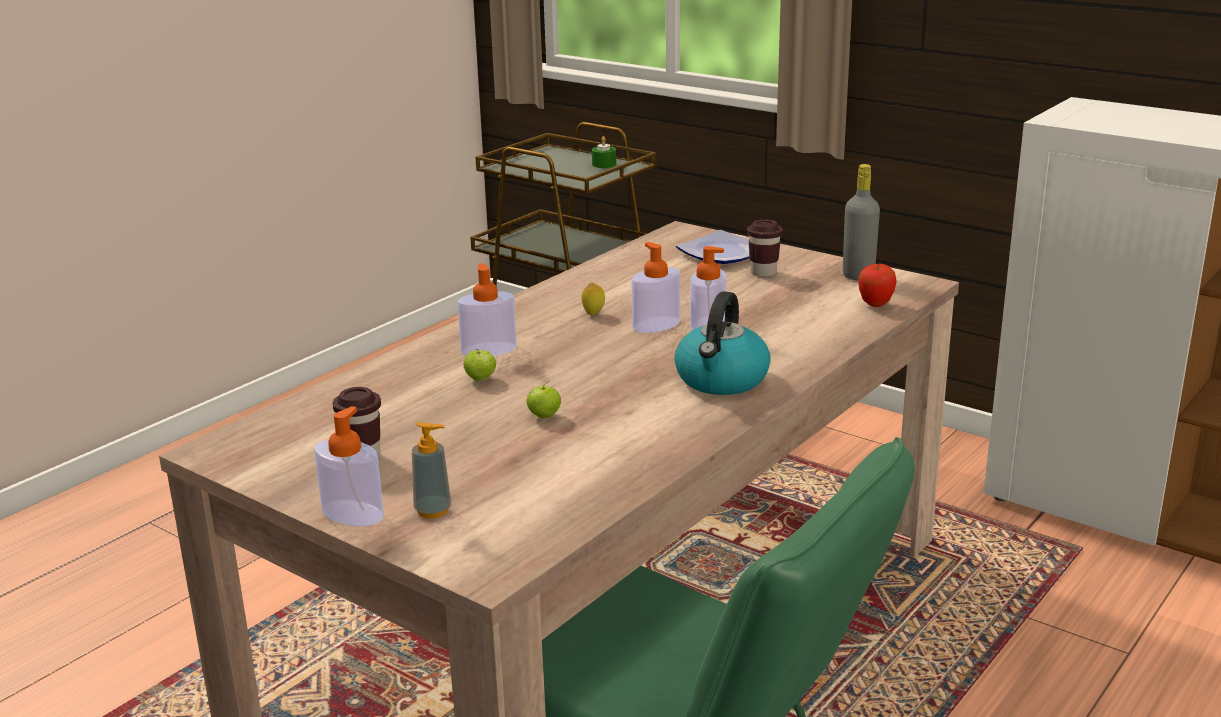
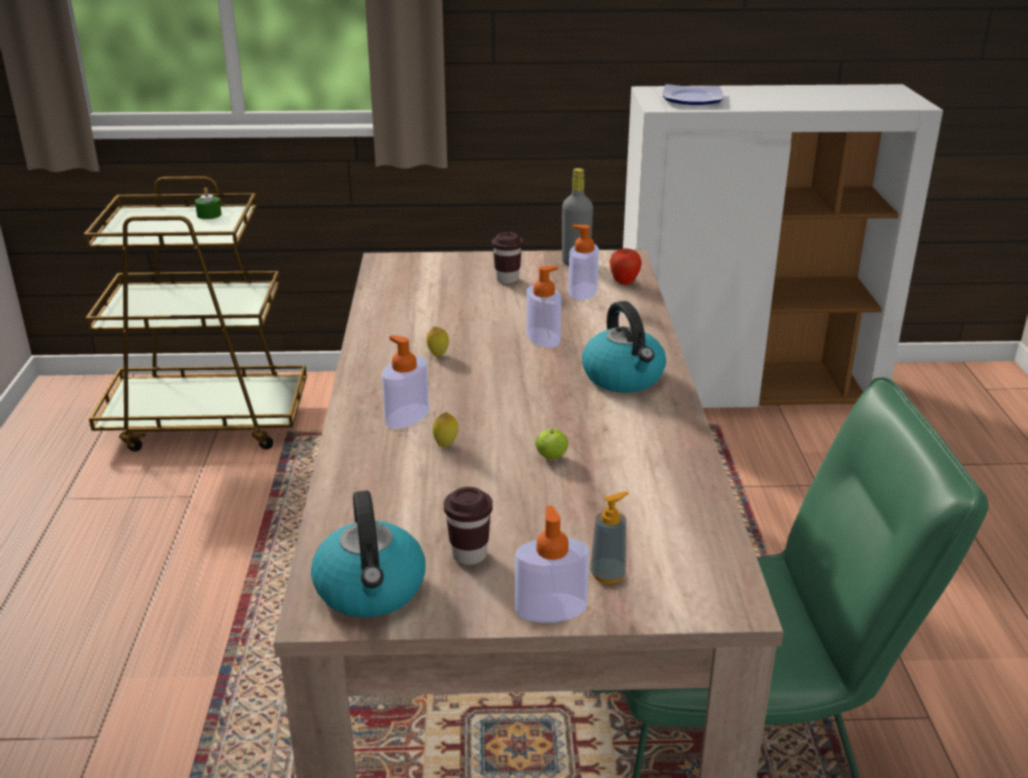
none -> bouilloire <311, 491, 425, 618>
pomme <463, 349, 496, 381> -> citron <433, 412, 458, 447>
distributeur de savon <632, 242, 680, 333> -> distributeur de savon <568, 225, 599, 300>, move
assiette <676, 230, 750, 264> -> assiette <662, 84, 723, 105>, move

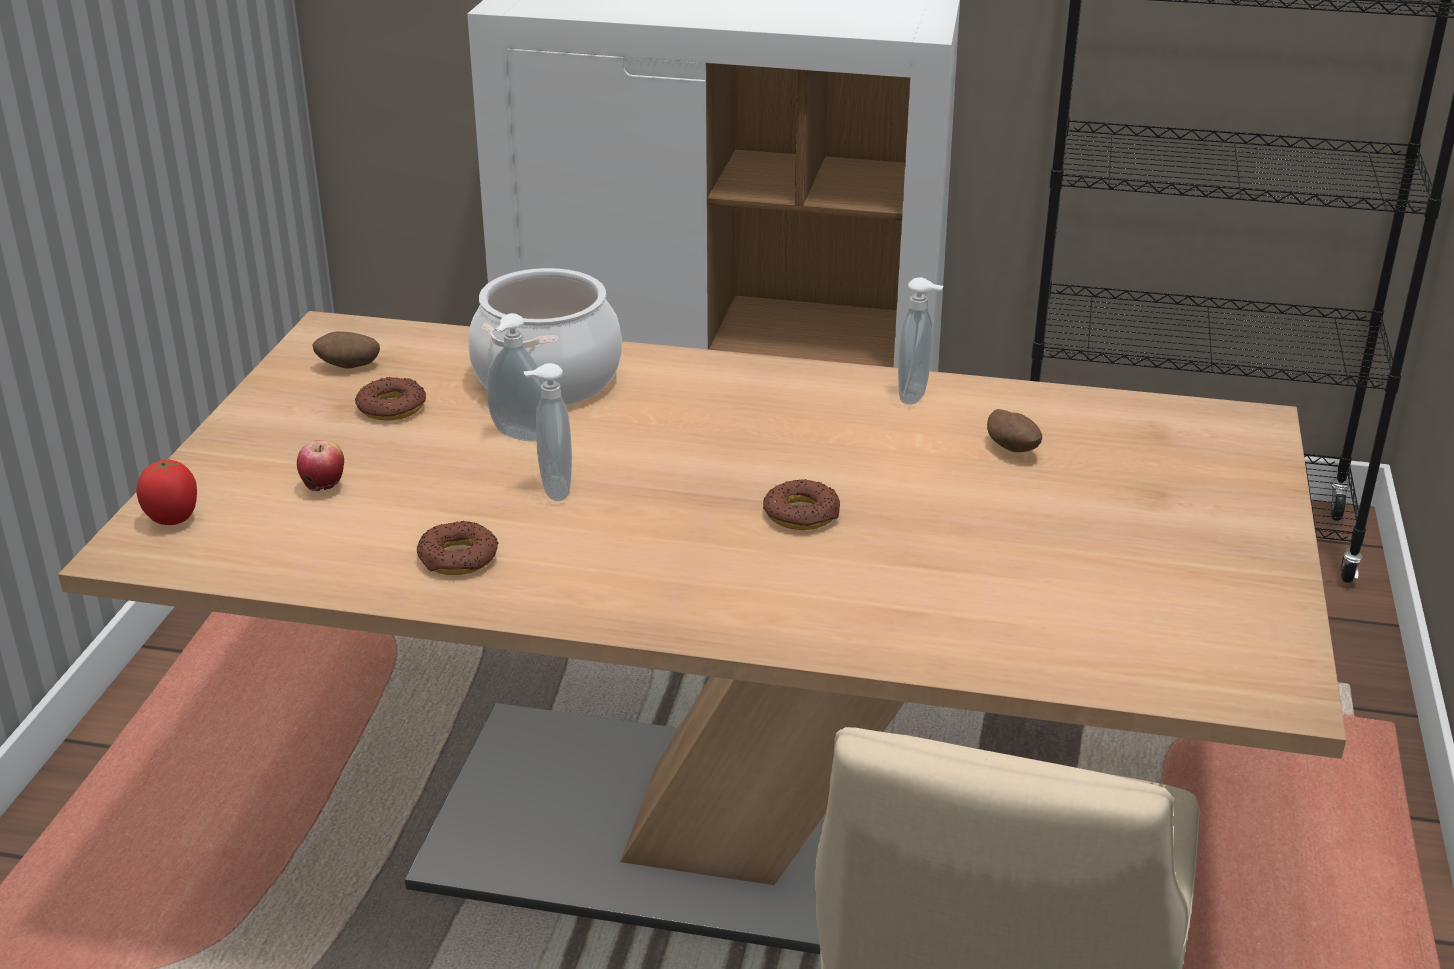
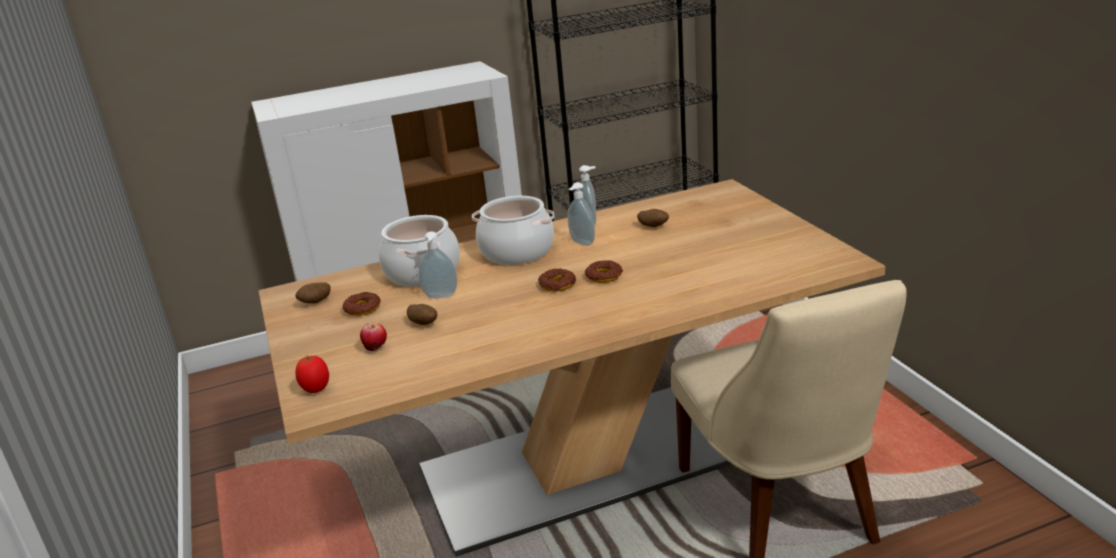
none -> pomme de terre <407, 304, 438, 325>
none -> marmite <472, 196, 555, 265>
beignet <417, 521, 499, 575> -> beignet <538, 269, 576, 291>, move
distributeur de savon <524, 363, 572, 501> -> distributeur de savon <568, 182, 595, 246>, move

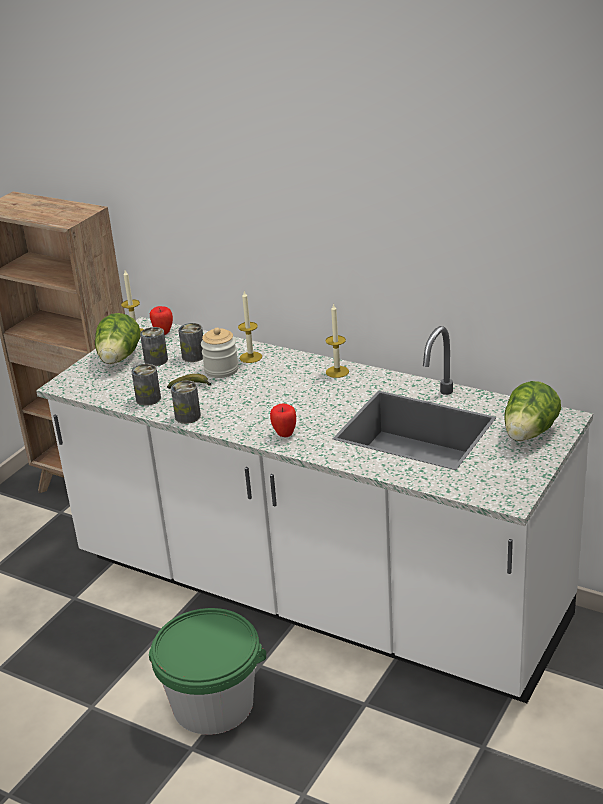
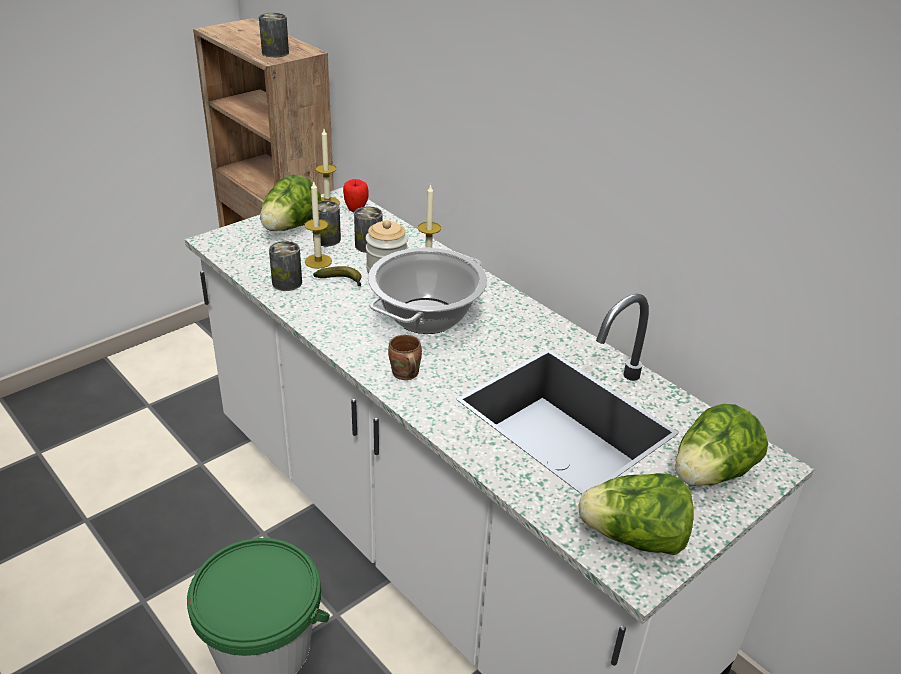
boîte métallique <171, 381, 201, 424> -> boîte métallique <259, 13, 289, 57>, move
bougie <326, 303, 349, 378> -> bougie <304, 182, 332, 269>, move
none -> marmite <368, 248, 487, 334>
pomme <270, 404, 296, 437> -> mug [marron] <388, 335, 422, 380>
none -> laitue <578, 473, 694, 555>

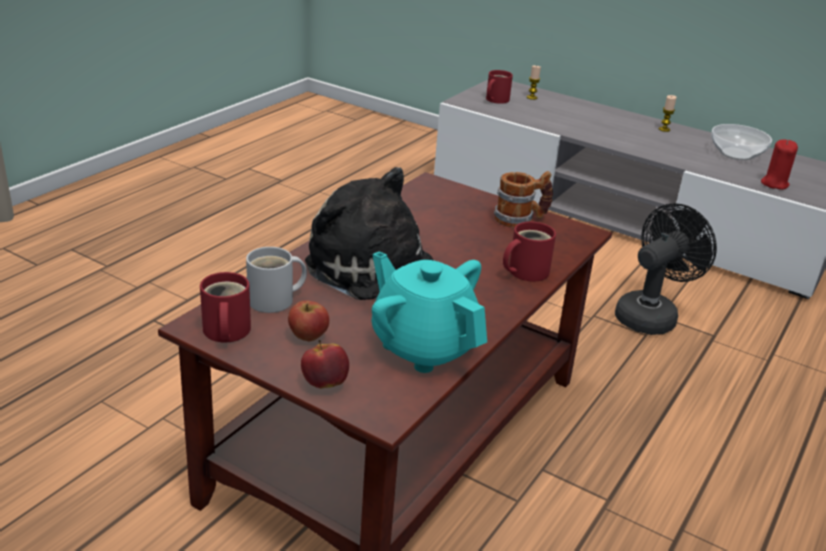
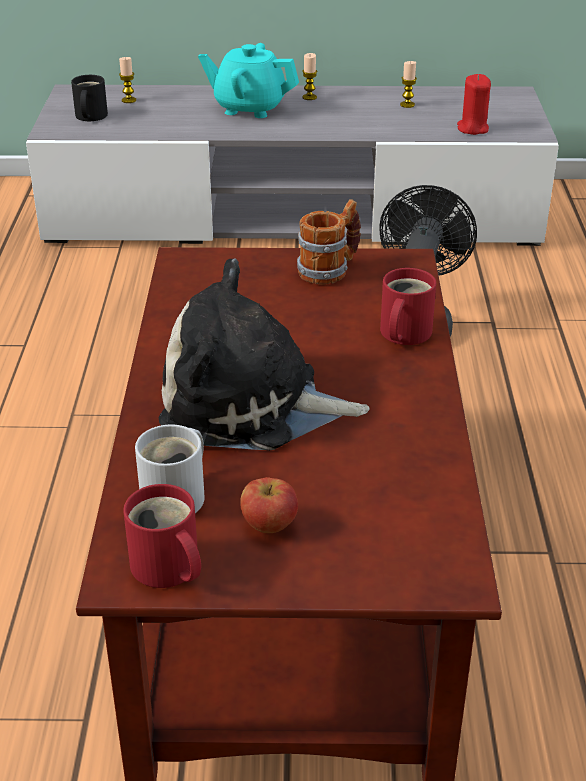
mug [rouge] <486, 70, 513, 104> -> mug [noir] <71, 75, 108, 121>
théière [turquoise] <372, 251, 487, 373> -> théière [turquoise] <198, 43, 299, 118>, move
bol <711, 124, 772, 160> -> bougie <400, 61, 417, 108>
pomme <301, 340, 349, 388> -> none

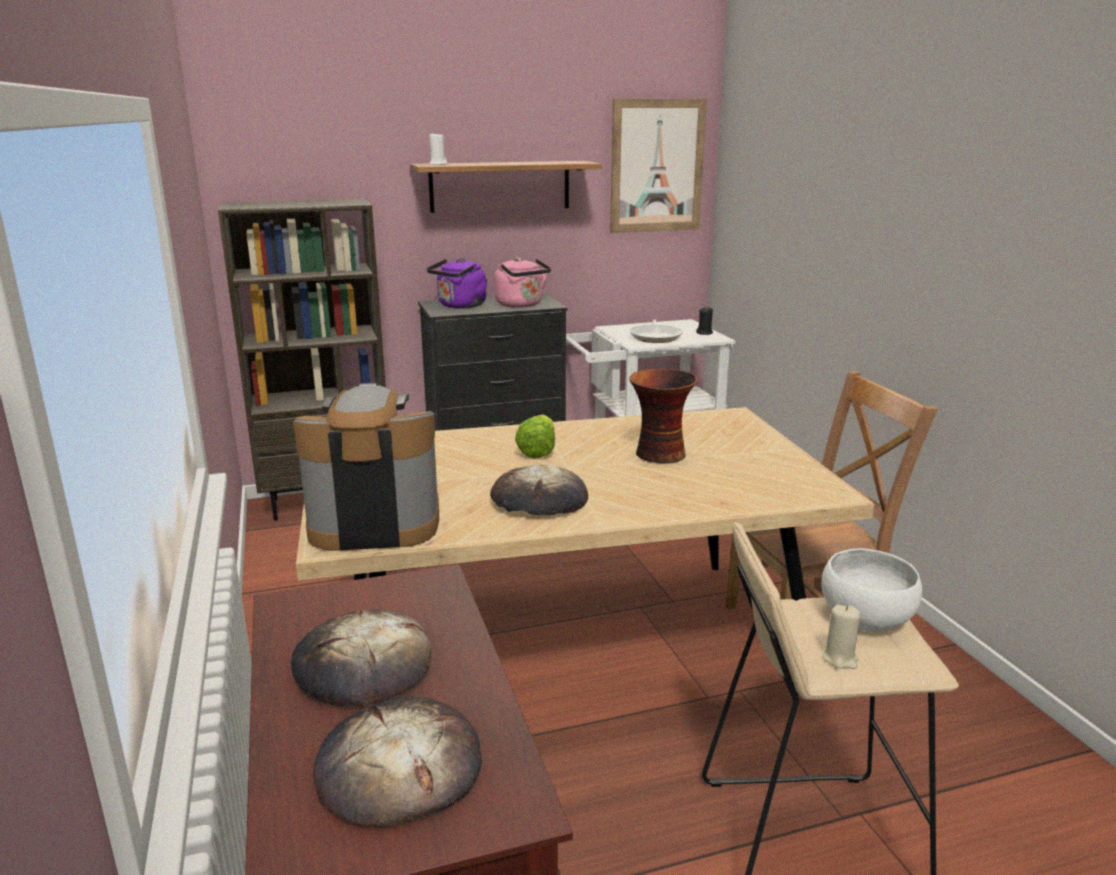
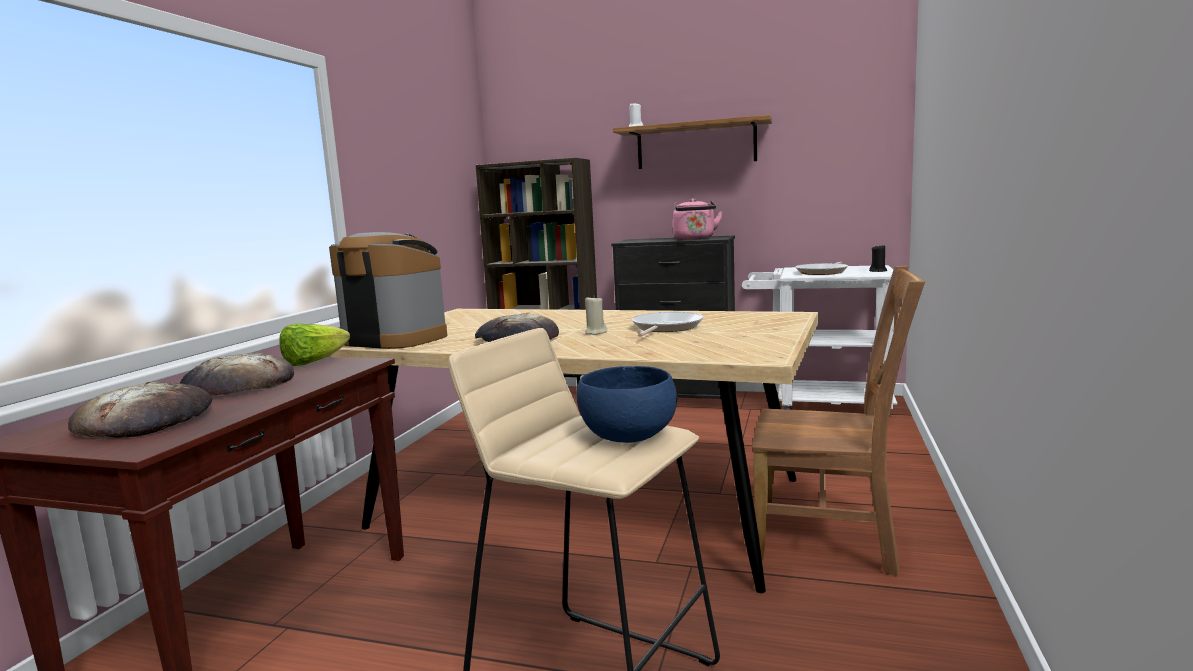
laitue <515, 415, 555, 458> -> laitue <279, 323, 350, 366>, move
bol [blanc] <821, 548, 922, 631> -> bol [bleu] <576, 366, 677, 443>
bougie [beige] <822, 605, 861, 669> -> bougie [beige] <585, 296, 607, 335>, move
vase <629, 368, 698, 464> -> poêle <632, 312, 703, 337>
bouilloire [violet] <427, 258, 488, 309> -> none
tableau <610, 99, 707, 233> -> none

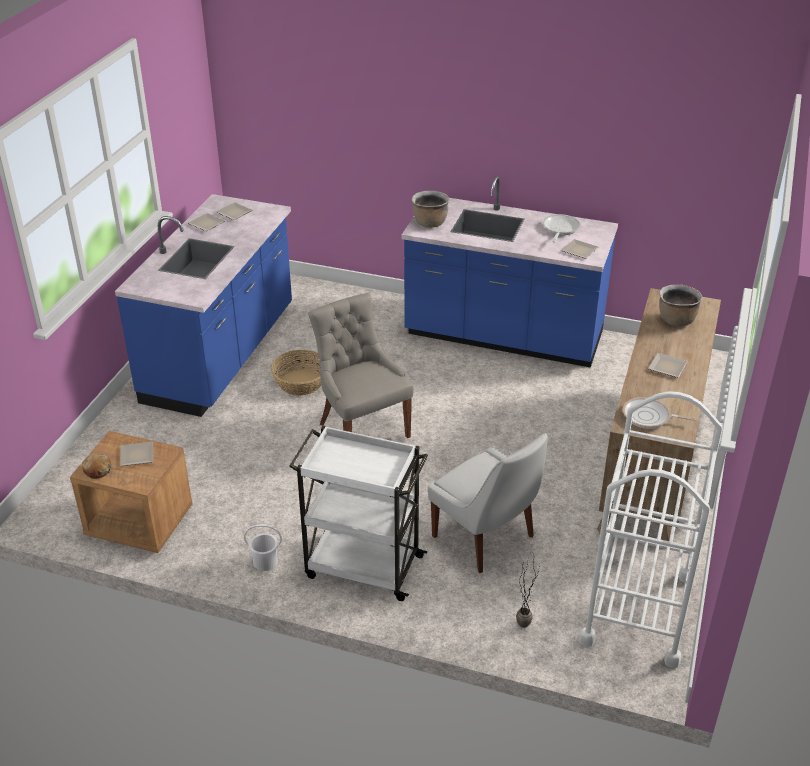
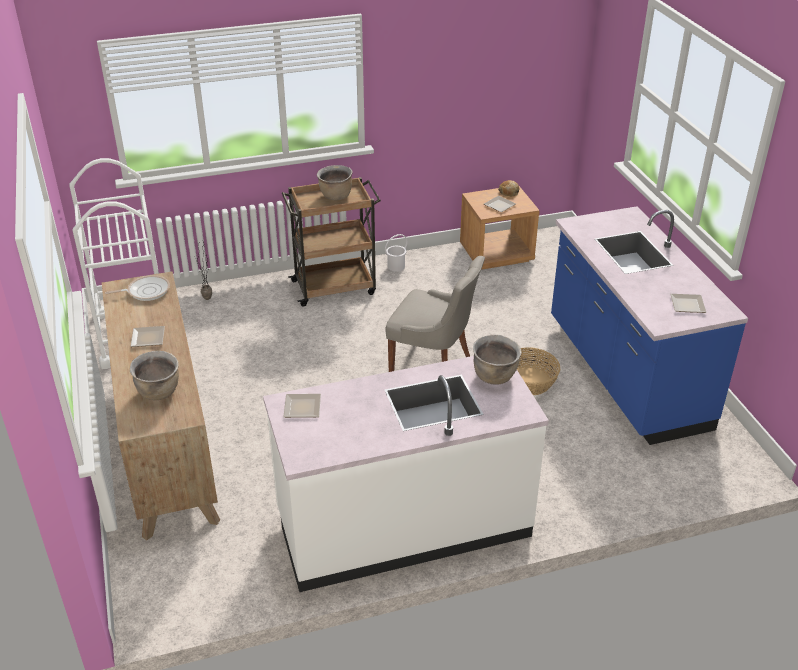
comptoir de cuisine [bleu] <402, 176, 618, 368> -> comptoir de cuisine [blanc] <263, 356, 549, 592>
chariot [blanc] <289, 425, 428, 601> -> chariot [marron] <282, 177, 381, 307>
none -> marmite [marron] <317, 165, 353, 200>
assiette <188, 213, 225, 231> -> none
chaise [blanc] <428, 433, 548, 573> -> none
poêle <543, 214, 581, 243> -> none

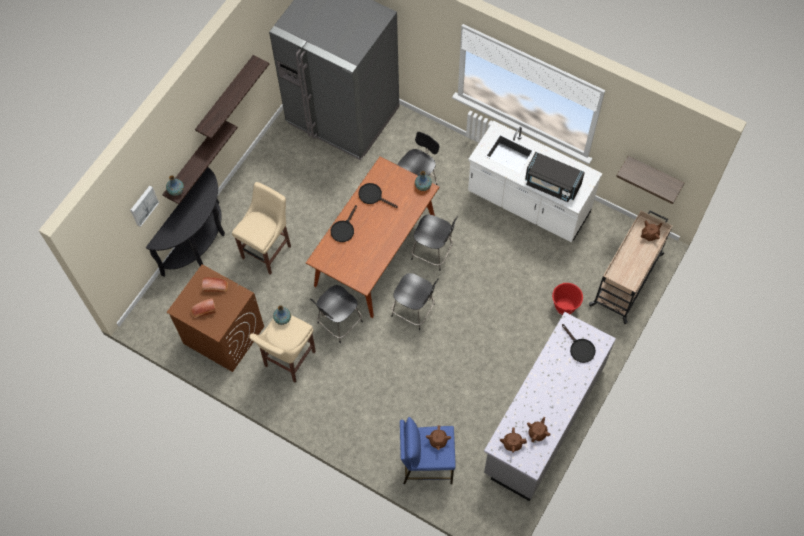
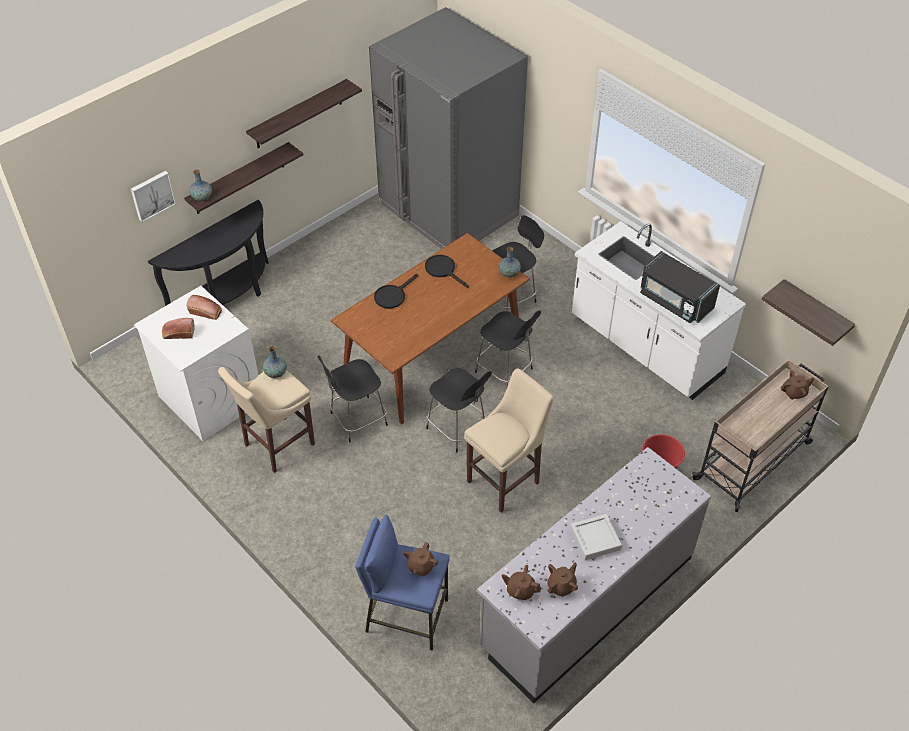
lave-linge [marron] <167, 264, 264, 372> -> lave-linge [blanc] <134, 286, 258, 441>
tabouret [beige] <232, 182, 291, 275> -> tabouret [beige] <464, 368, 554, 512>, move
none -> plateau [gris] <571, 514, 622, 560>
poêle [noir] <562, 324, 596, 363> -> none

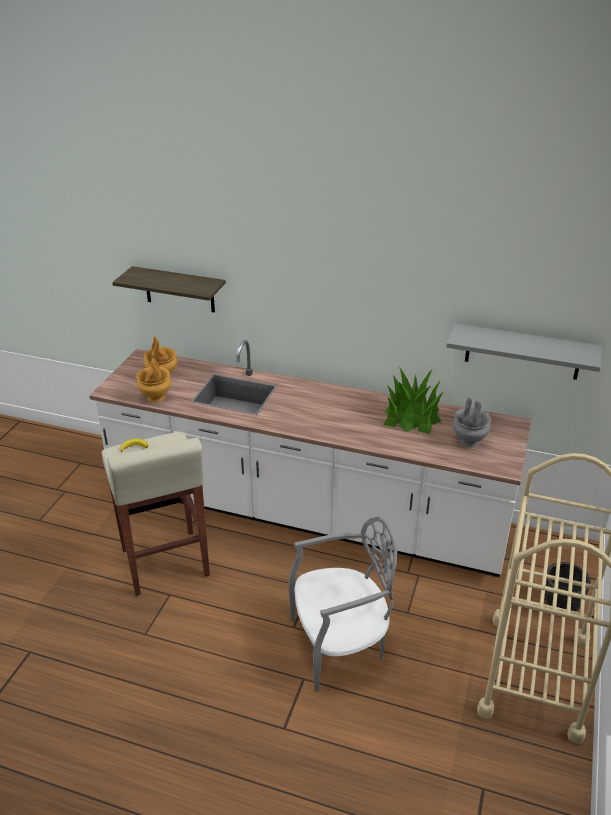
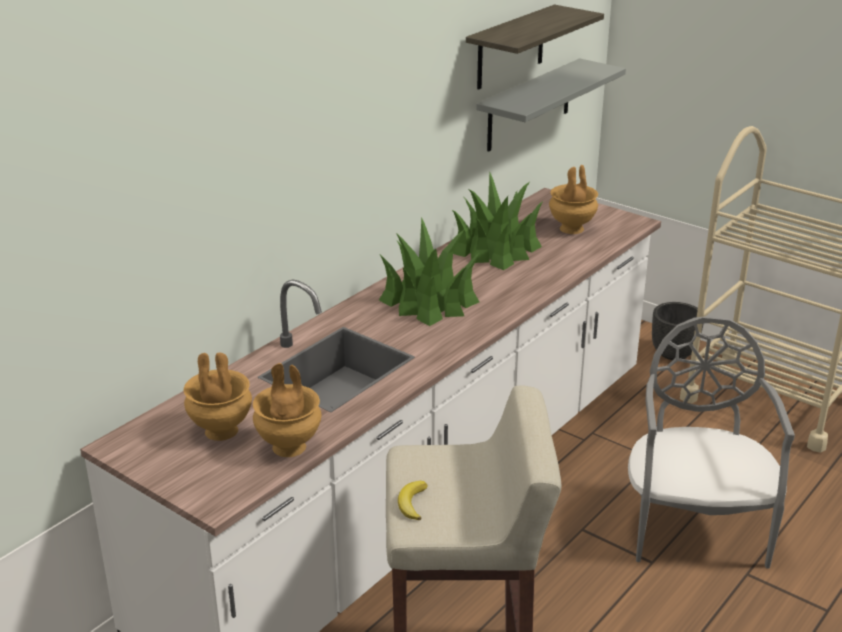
none -> plante en pot <379, 217, 480, 326>
étagère <112, 266, 226, 313> -> étagère <466, 5, 604, 89>, move
vase [gris] <453, 398, 491, 447> -> vase [marron] <549, 165, 598, 234>

